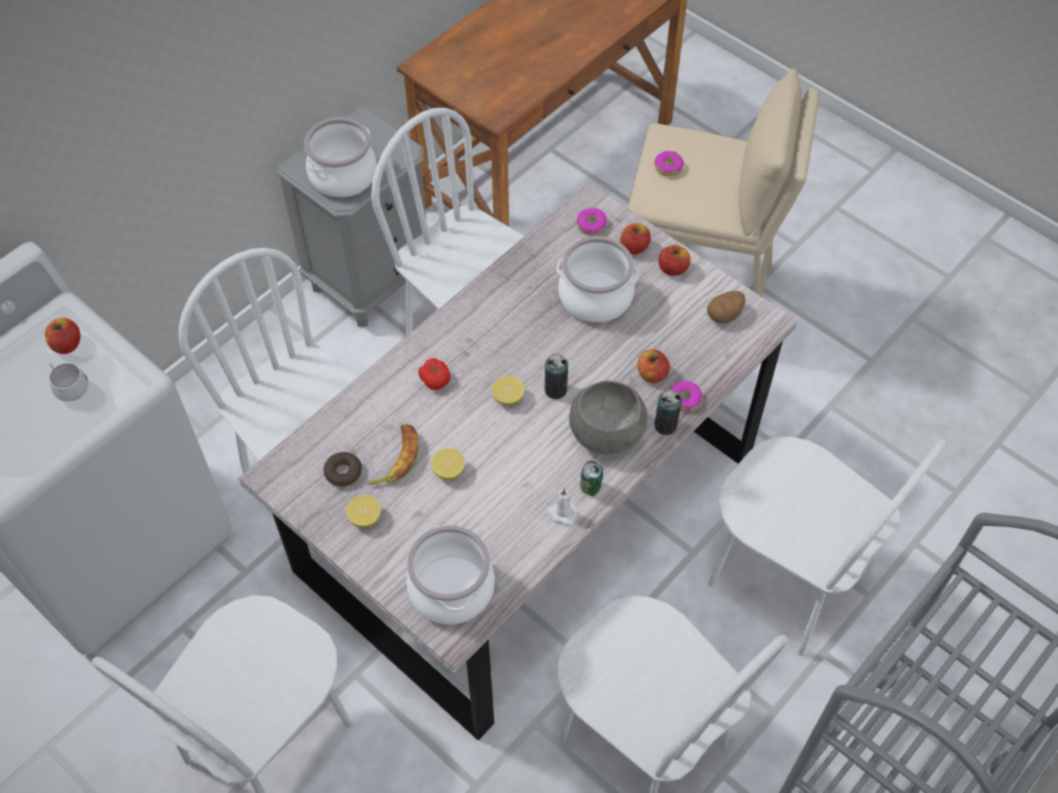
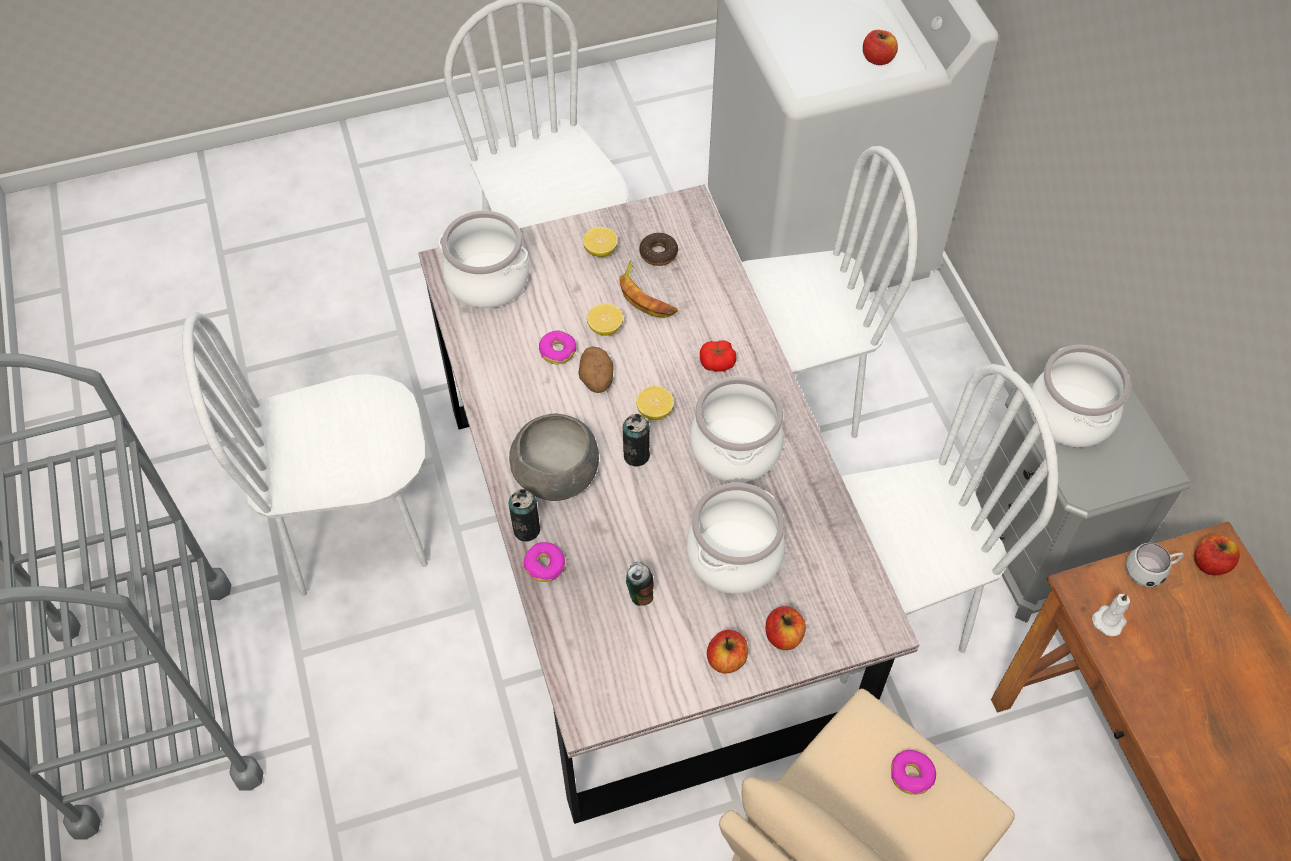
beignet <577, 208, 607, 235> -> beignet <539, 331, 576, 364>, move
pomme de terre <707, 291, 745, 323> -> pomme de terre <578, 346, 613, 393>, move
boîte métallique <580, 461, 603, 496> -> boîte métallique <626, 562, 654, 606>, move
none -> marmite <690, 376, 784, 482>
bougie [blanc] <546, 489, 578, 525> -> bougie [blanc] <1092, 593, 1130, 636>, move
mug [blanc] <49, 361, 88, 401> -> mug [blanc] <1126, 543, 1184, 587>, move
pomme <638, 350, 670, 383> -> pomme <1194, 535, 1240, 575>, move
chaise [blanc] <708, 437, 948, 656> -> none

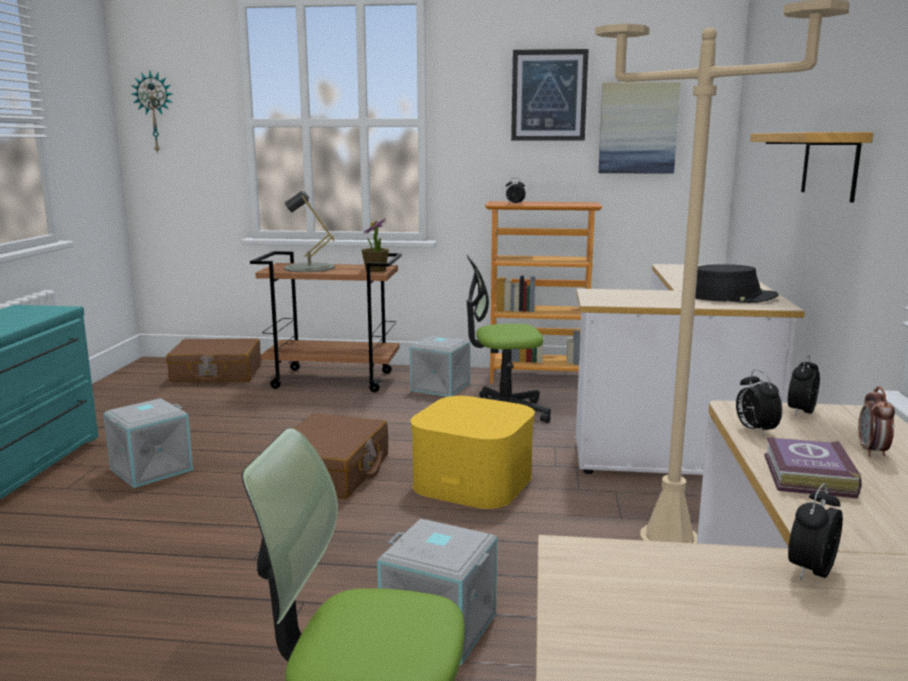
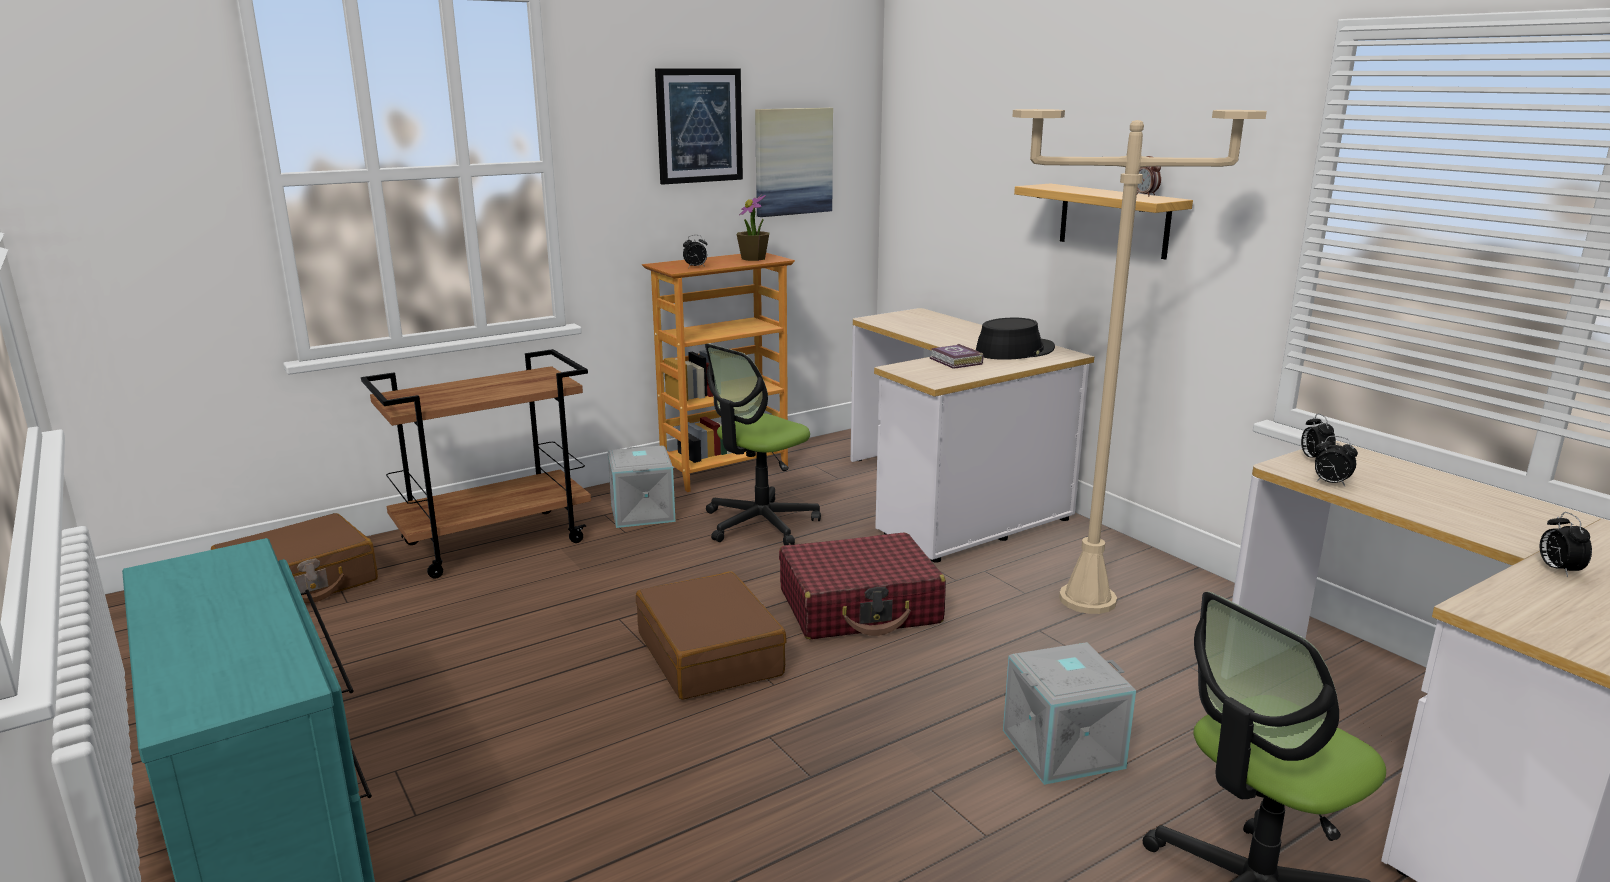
plante en pot <362, 218, 389, 272> -> plante en pot <737, 194, 769, 261>, move
boîte de rangement [jaune] <411, 396, 535, 509> -> valise [rouge] <779, 533, 946, 639>
livre <764, 438, 861, 498> -> livre <930, 344, 983, 369>, move
réveil <858, 386, 895, 457> -> réveil <1137, 156, 1161, 196>, move
boîte de rangement [gris] <103, 398, 193, 488> -> none
horloge murale <132, 71, 172, 154> -> none
lampe de table [gris] <284, 191, 335, 272> -> none

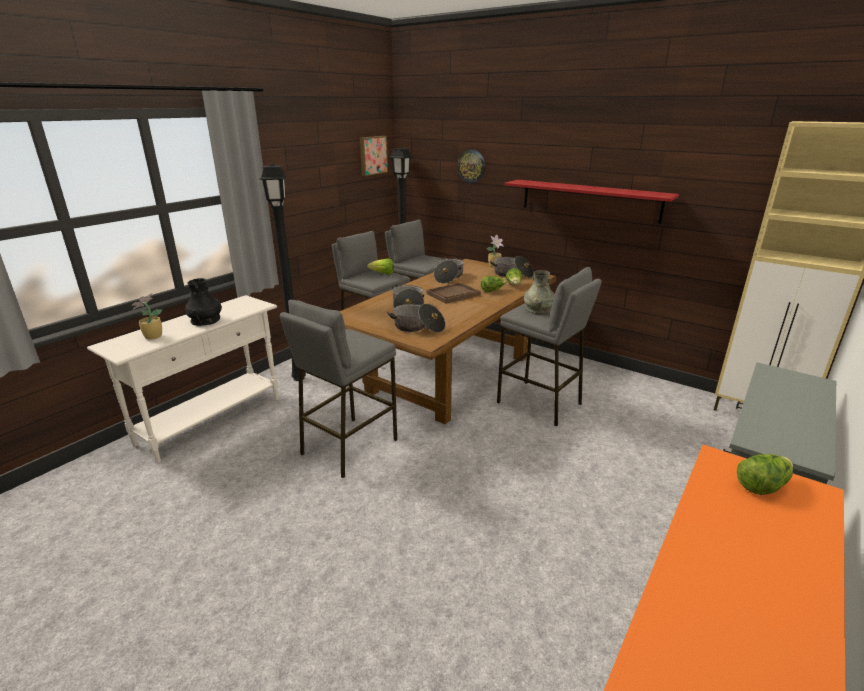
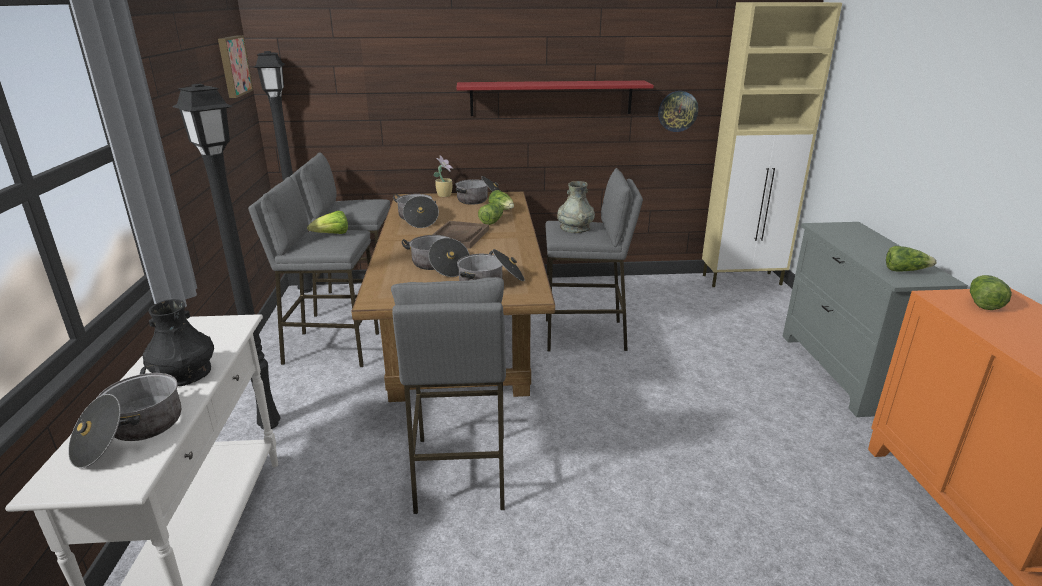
plante en pot <131, 293, 162, 340> -> marmite <68, 365, 181, 468>
horloge murale <457, 149, 485, 183> -> horloge murale <658, 91, 698, 132>, move
none -> laitue <886, 246, 937, 272>

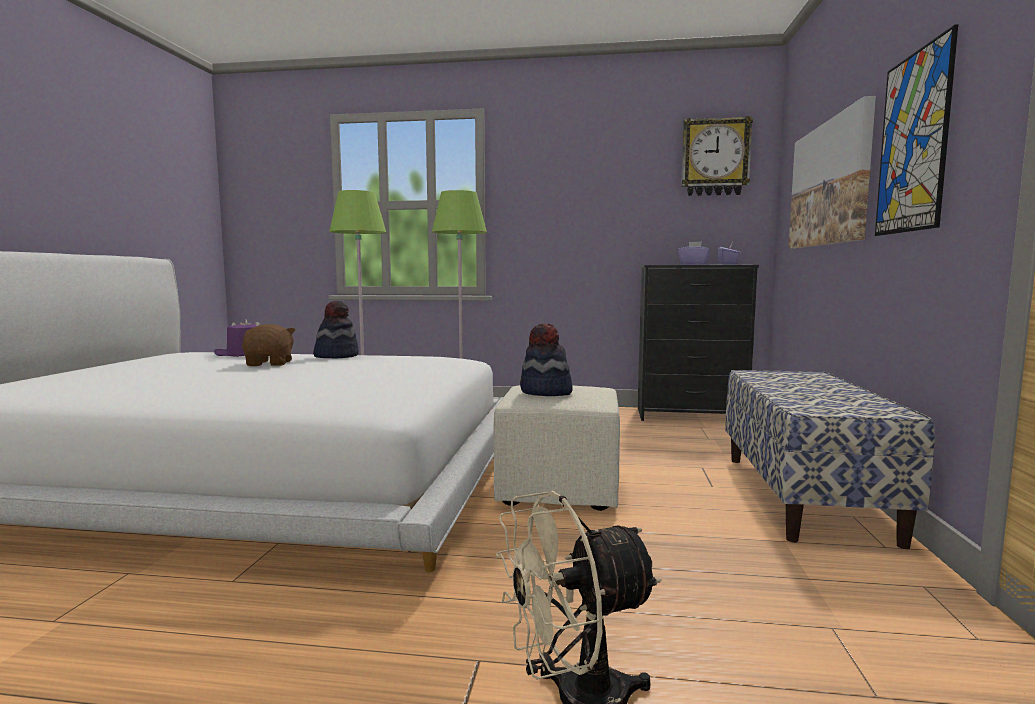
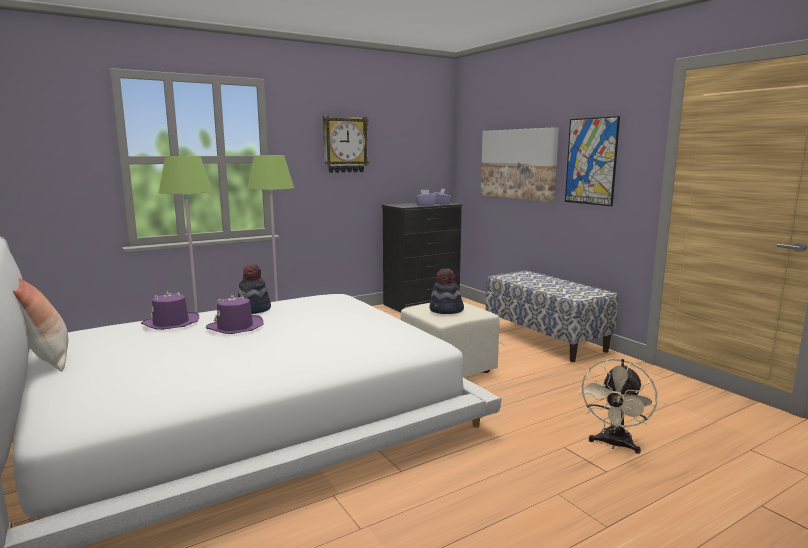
none -> coussin <12, 278, 68, 372>
peluche [marron] <242, 324, 295, 366> -> chapeau [violet] <206, 295, 264, 334>
horloge murale <681, 116, 753, 196> -> horloge murale <323, 116, 369, 173>, move

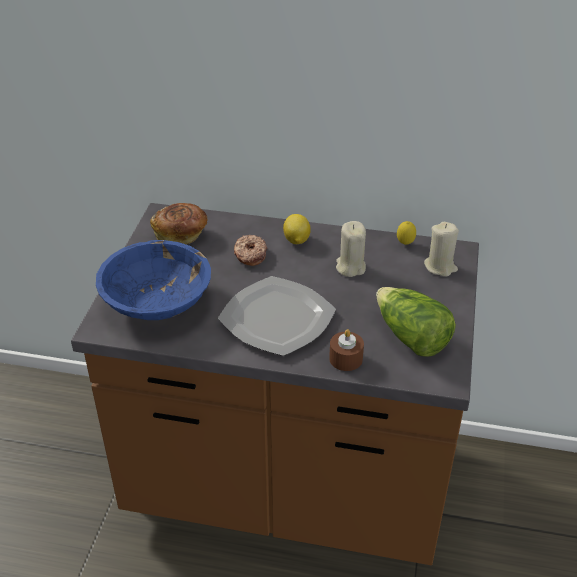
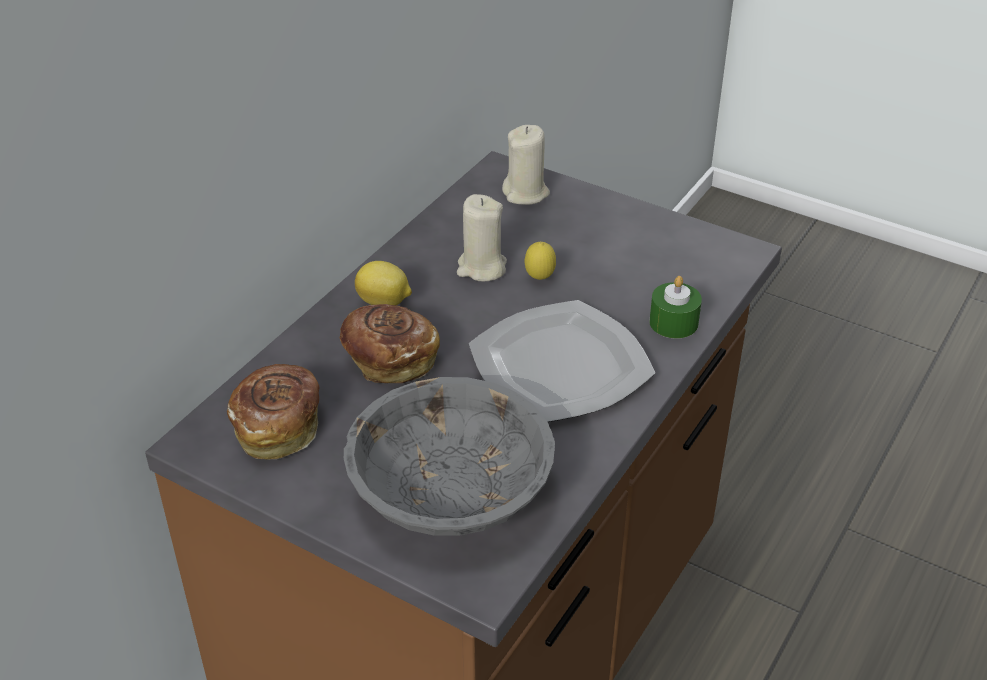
beignet <234, 235, 267, 266> -> pain <340, 304, 440, 383>
bol [bleu] <96, 240, 211, 320> -> bol [gris] <344, 377, 555, 536>
citron <397, 221, 416, 245> -> citron <525, 242, 556, 280>, move
bougie [marron] <329, 329, 364, 371> -> bougie [vert] <649, 276, 702, 339>
laitue <376, 287, 456, 357> -> none

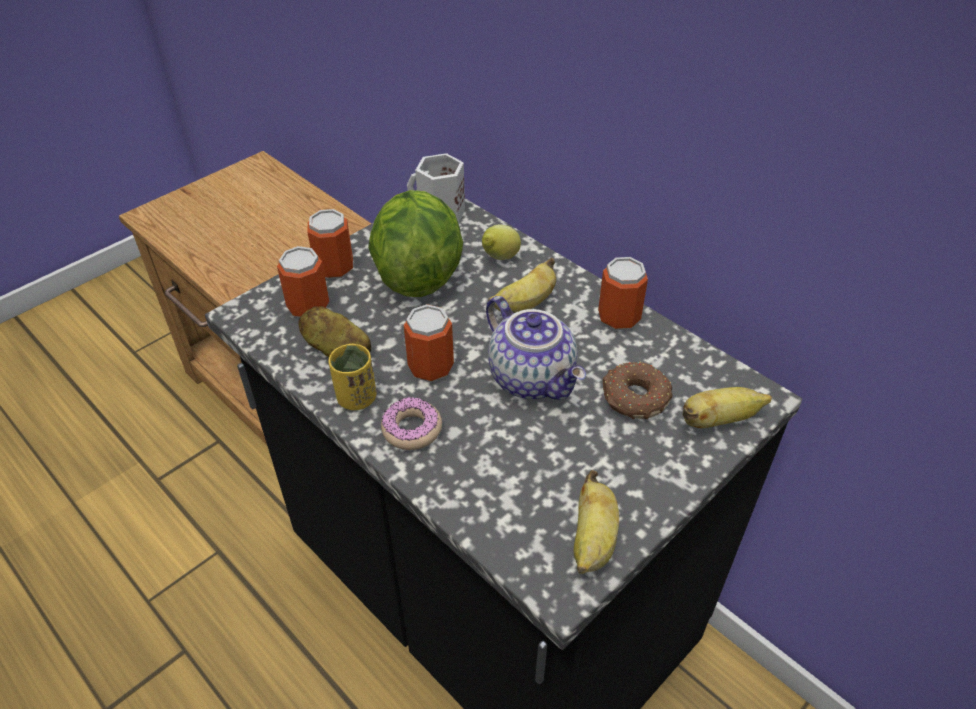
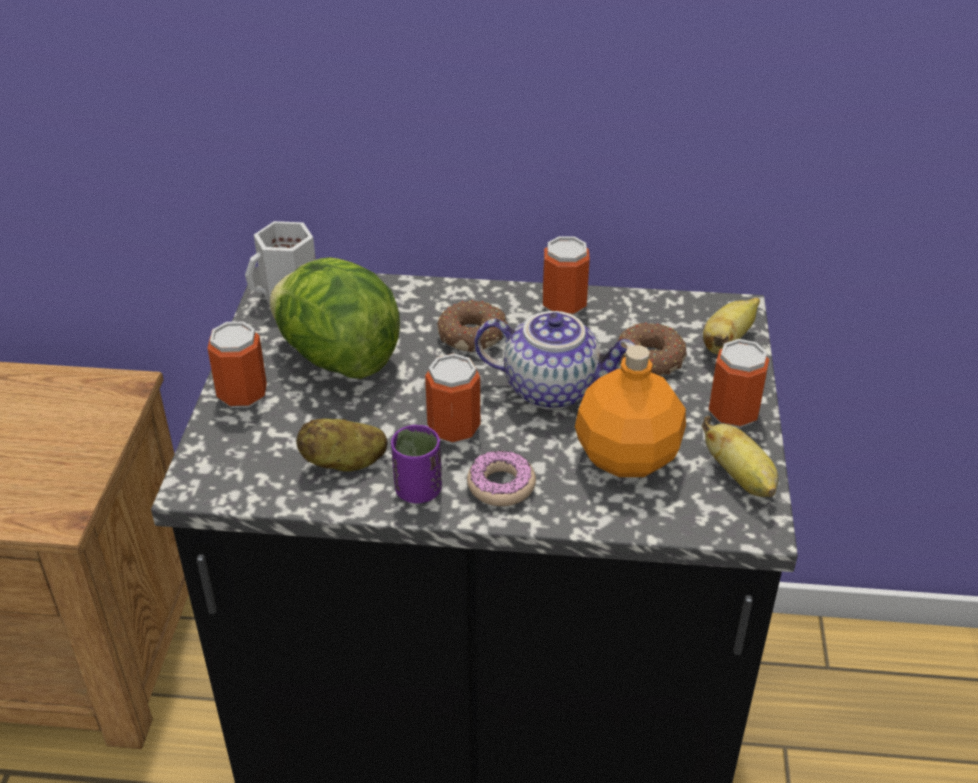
tasse [jaune] <328, 344, 376, 410> -> tasse [violet] <391, 425, 442, 503>
banane <488, 258, 556, 313> -> beignet <437, 300, 508, 352>
none -> bouteille [orange] <575, 345, 686, 477>
boîte métallique <277, 246, 329, 318> -> boîte métallique <709, 339, 769, 428>, move
citron <482, 224, 521, 260> -> none

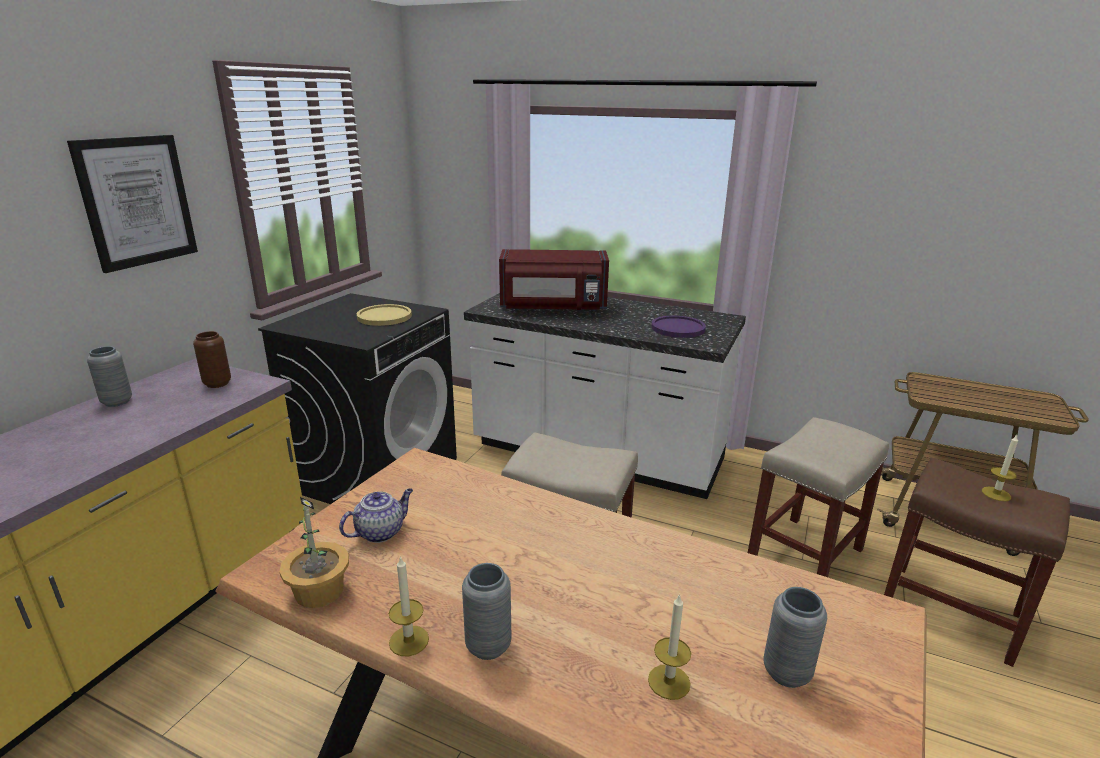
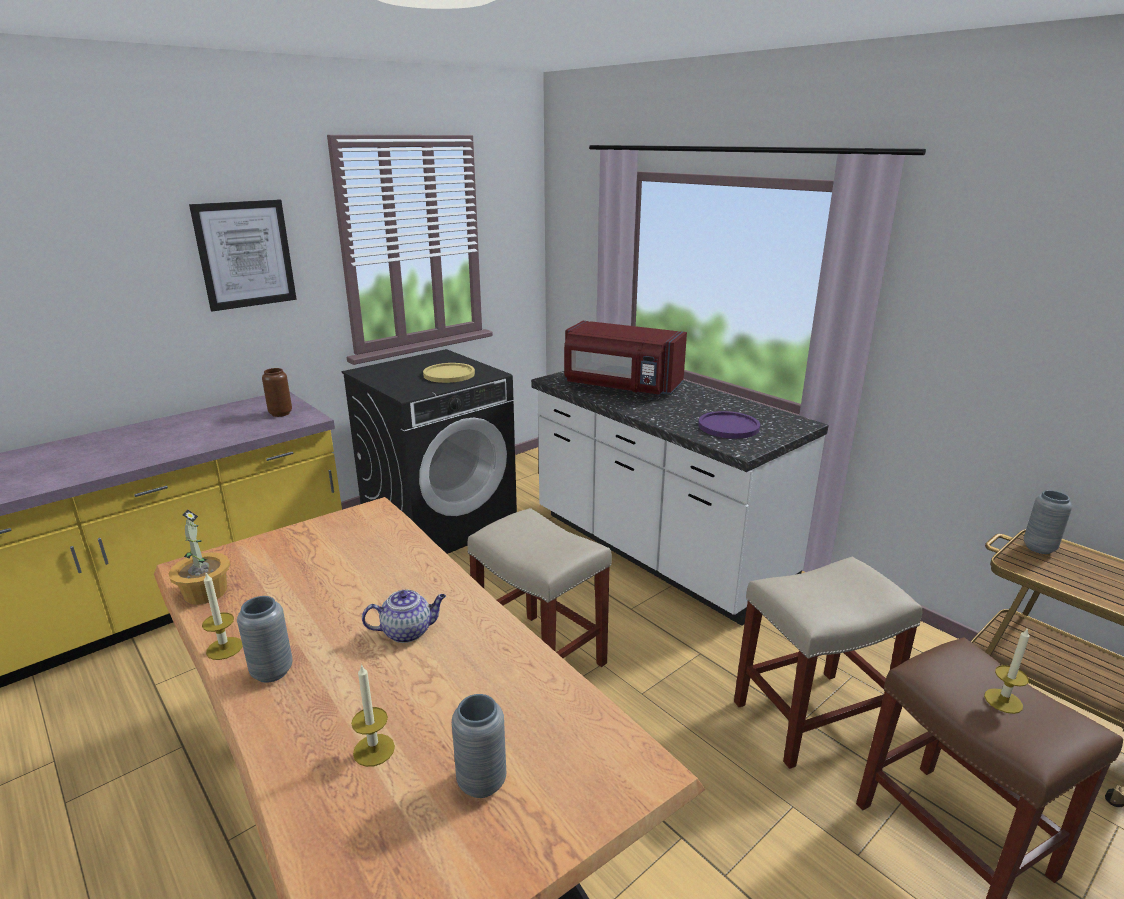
théière <339, 488, 413, 543> -> théière <362, 590, 446, 643>, move
vase [gris] <87, 346, 132, 407> -> vase [gris] <1024, 490, 1072, 554>, move

